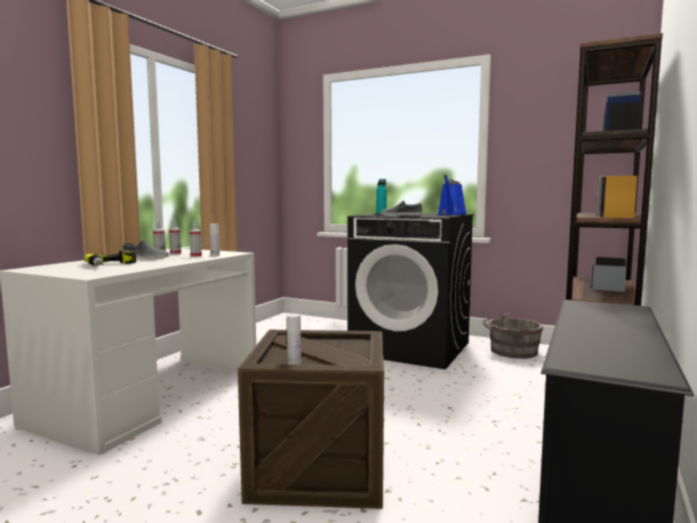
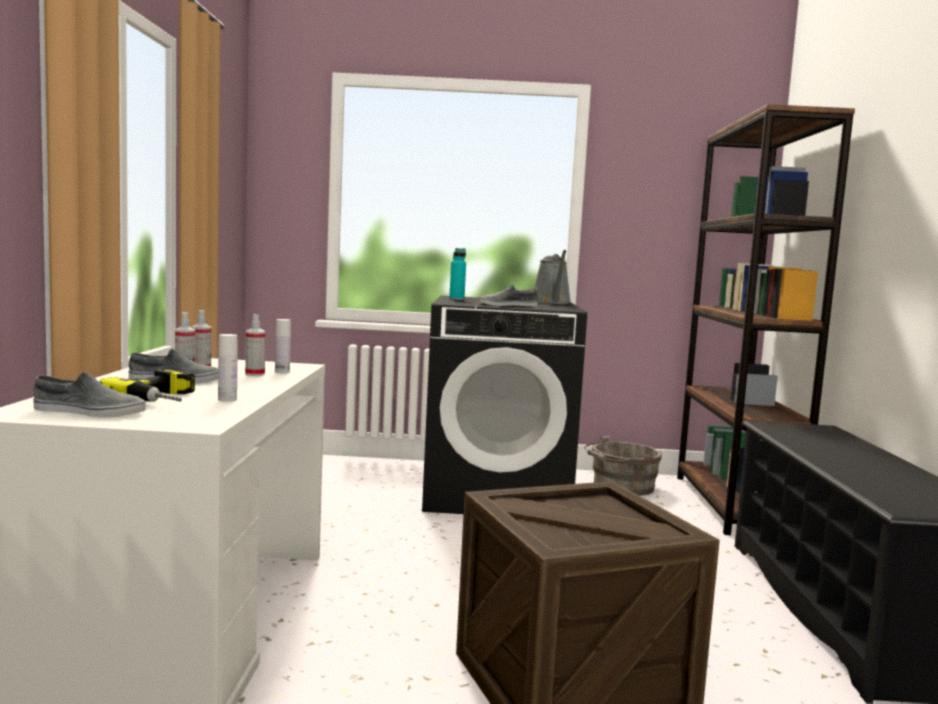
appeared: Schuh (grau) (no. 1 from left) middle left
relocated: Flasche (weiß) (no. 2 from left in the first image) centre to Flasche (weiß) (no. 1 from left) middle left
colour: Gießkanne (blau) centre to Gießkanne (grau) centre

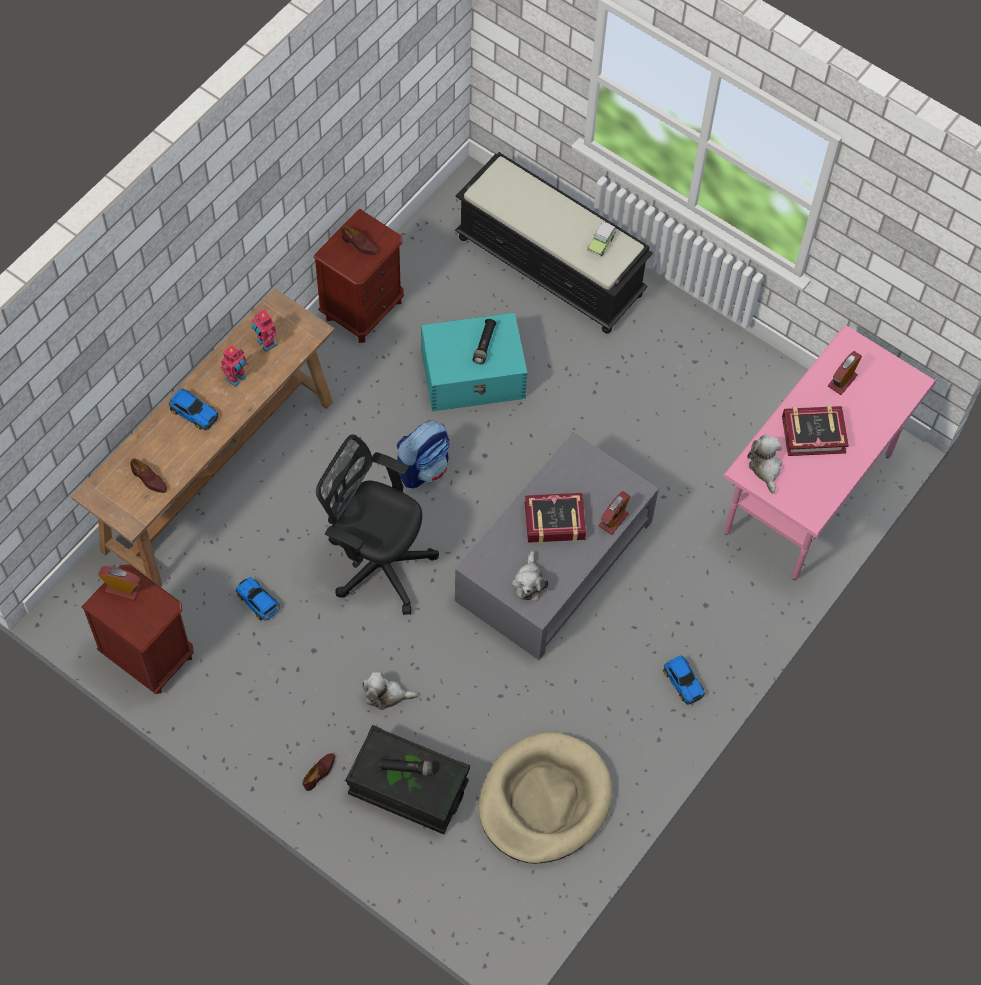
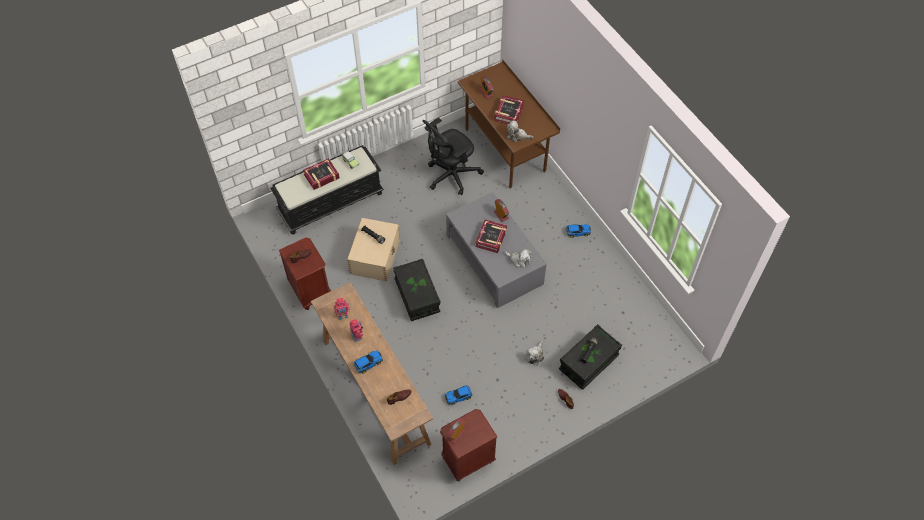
missing: Hundebett (beige) bottom centre
appeared: Buch (no. 1 from left) centre
relocated: Bürostuhl (schwarz) centre to top centre
exchanged: Rucksack centre to Aufbewahrungsbox (schwarz) (no. 1 from left) centre
colour: Aufbewahrungsbox (türkis) centre to Aufbewahrungsbox (beige) centre; Schreibtisch (rosa) middle right to Schreibtisch (braun) top centre

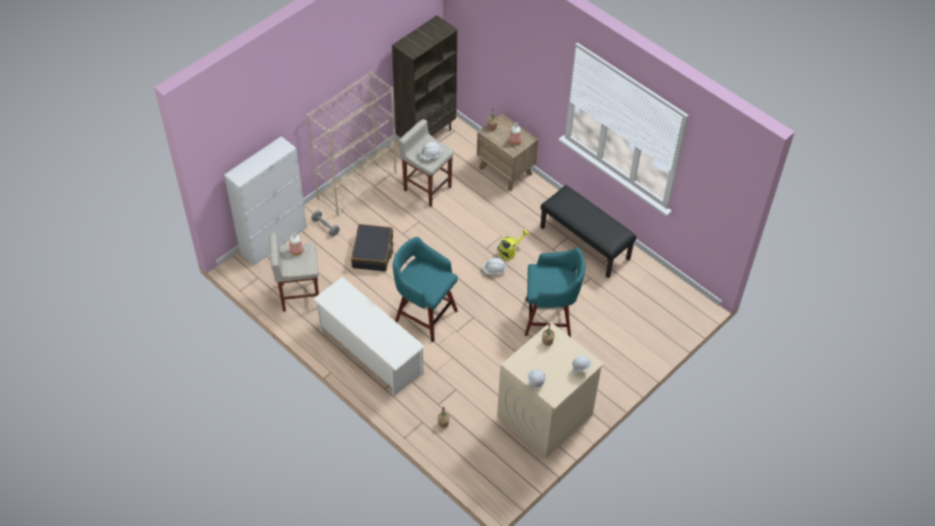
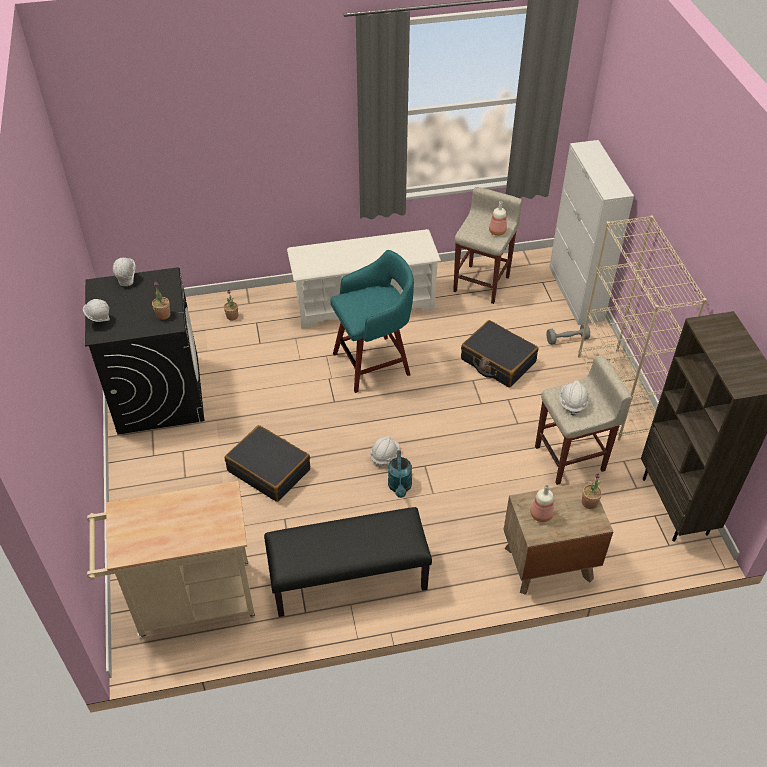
appeared: Rollwagen (beige) bottom left
exchanged: Hocker (türkis) (no. 2 from left) centre to Koffer (schwarz) (no. 1 from left) centre
colour: Gießkanne (gelb) centre to Gießkanne (türkis) centre; Waschmaschine (beige) bottom centre to Waschmaschine (schwarz) middle left

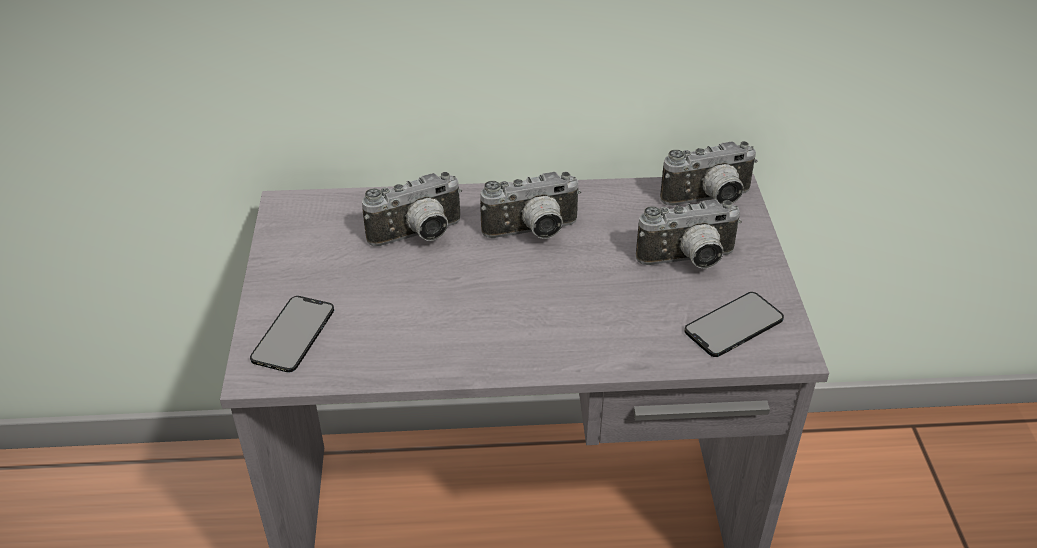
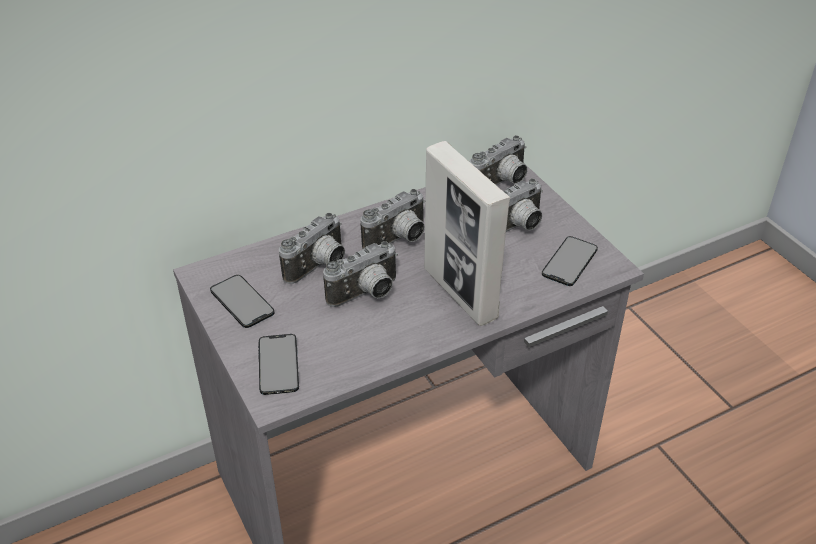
appeared: Bilderrahmen centre; Kamera (no. 2 from left) centre; Handy (no. 1 from left) middle left

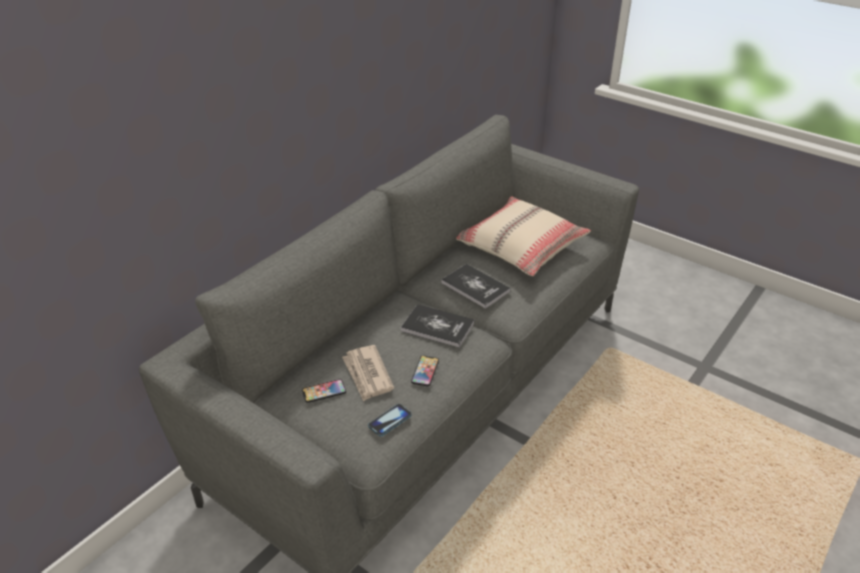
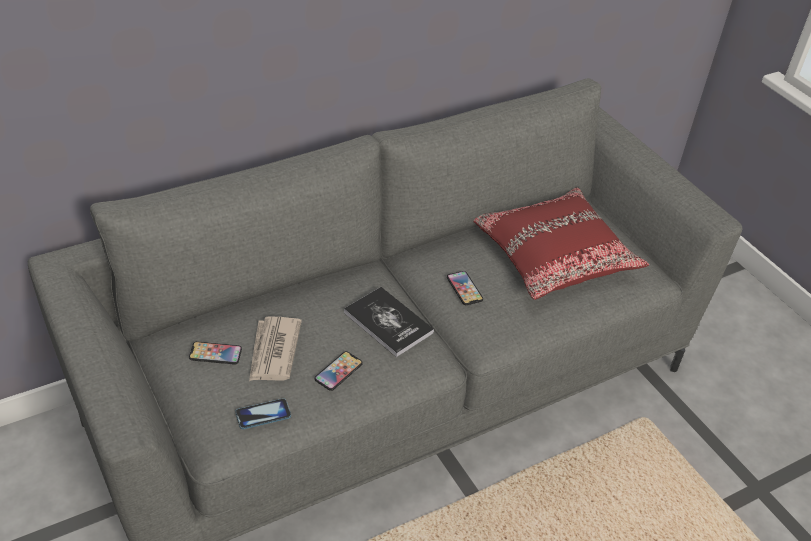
exchanged: Buch (no. 2 from left) centre to Handy (no. 4 from left) centre
colour: Kissen (beige) centre to Kissen (rot) middle right

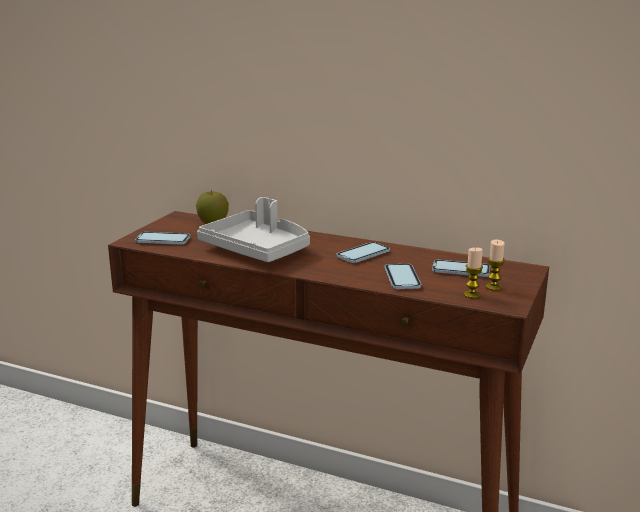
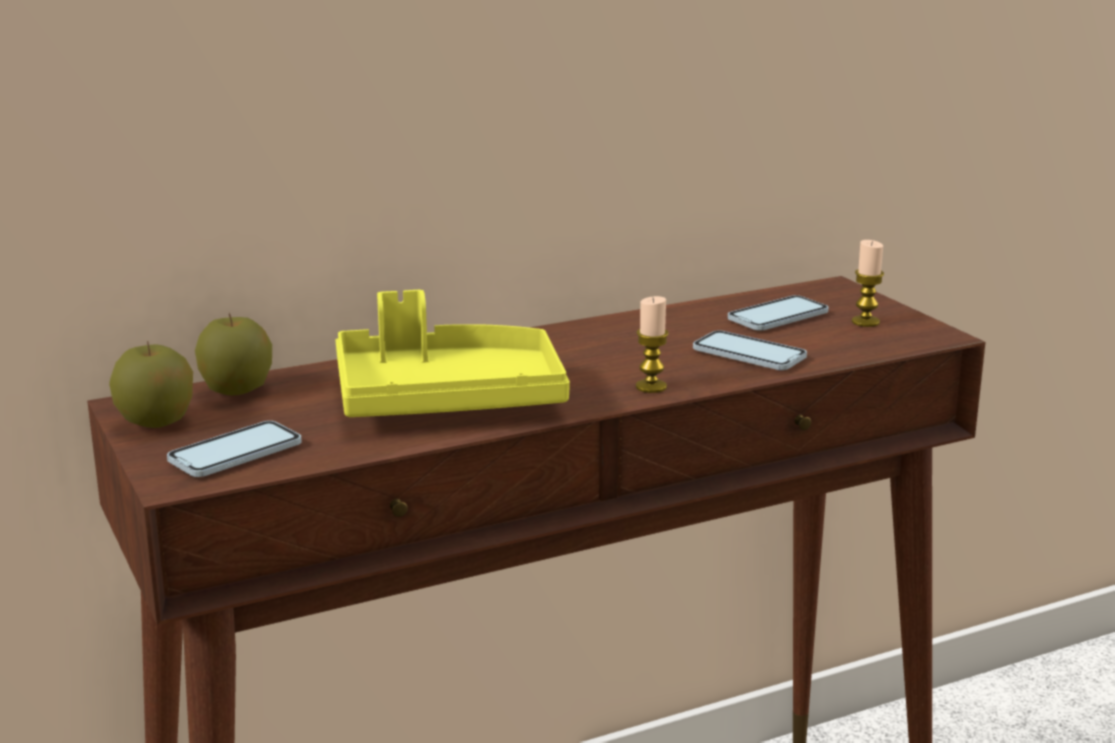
missing: Handy (no. 2 from left) centre
appeared: Apfel (no. 1 from left) middle left
relocated: Kerze (no. 1 from left) middle right to centre
colour: Tablett (grau) centre to Tablett (gelb) centre

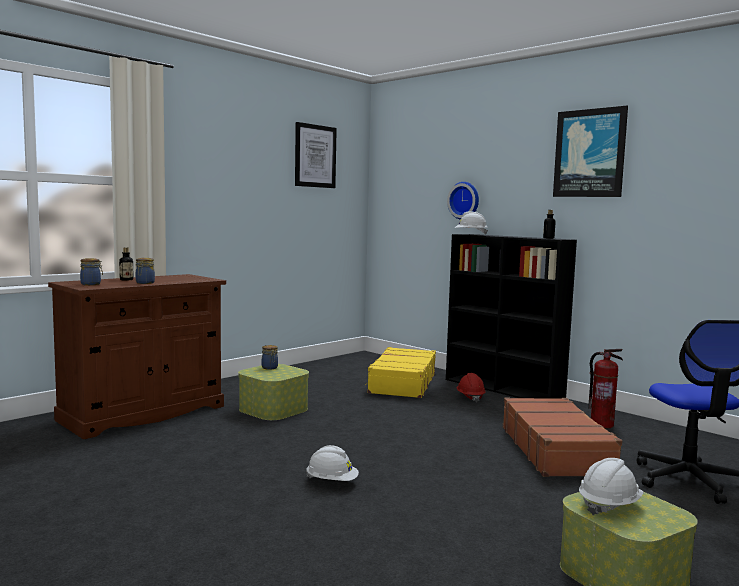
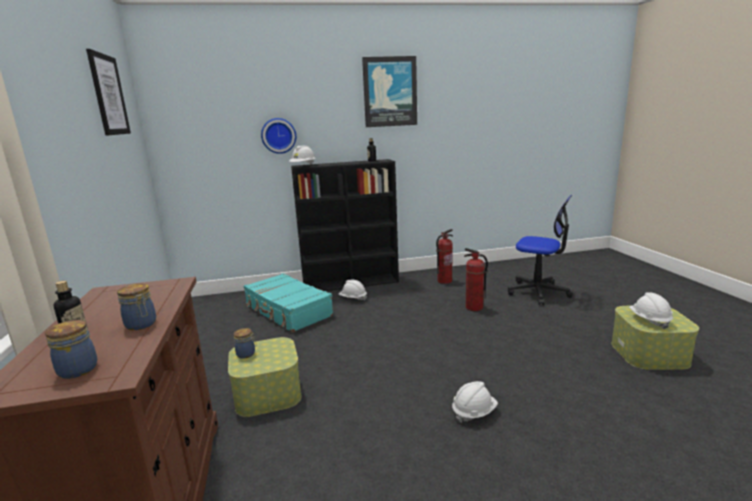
exchanged: Koffer (braun) bottom right to Feuerlöscher (no. 2 from left) centre
colour: Koffer (gelb) centre to Koffer (türkis) centre; Schutzhelm (rot) centre to Schutzhelm (weiß) (no. 2 from left) centre

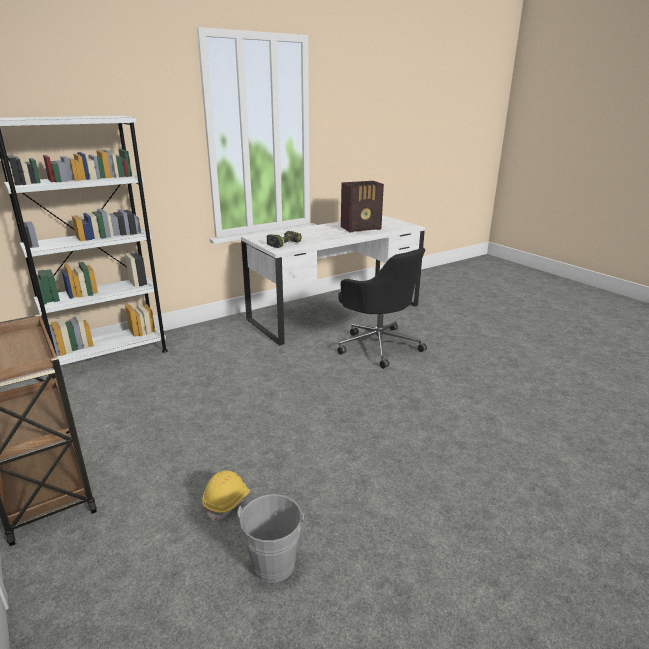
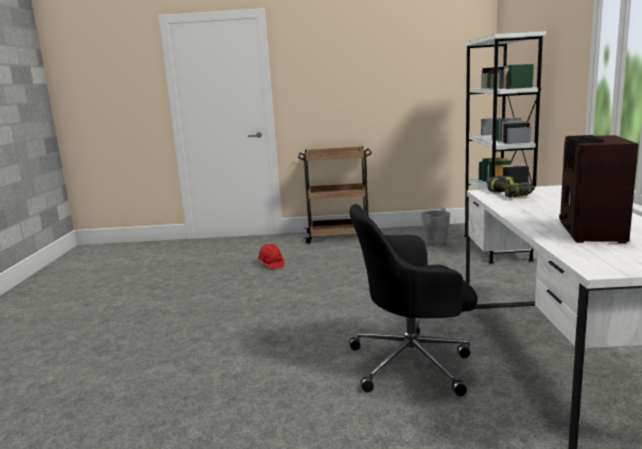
relocated: Eimer (grau) bottom centre to middle right
colour: Schutzhelm (gelb) bottom centre to Schutzhelm (rot) centre

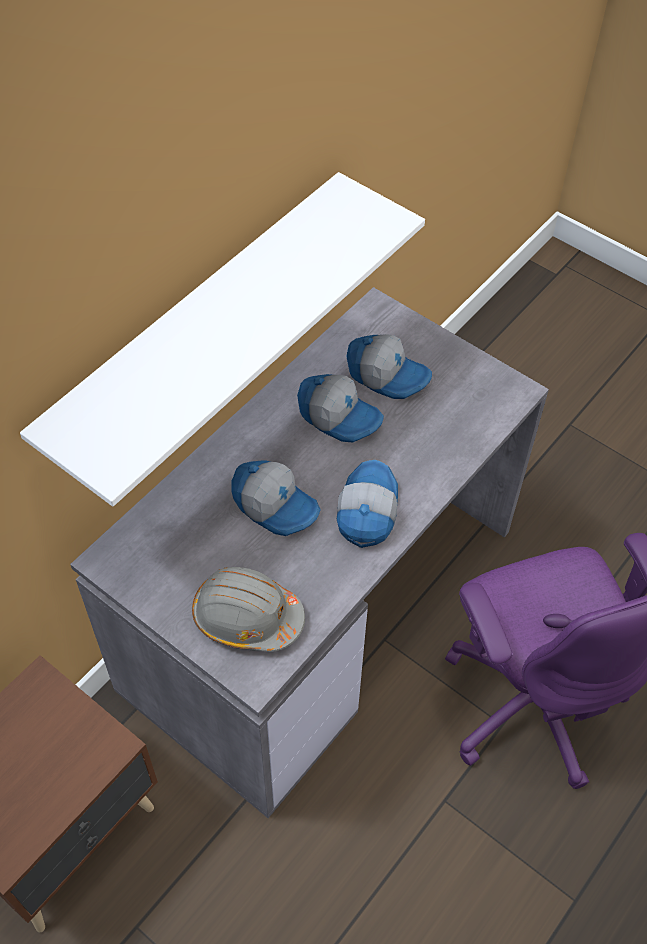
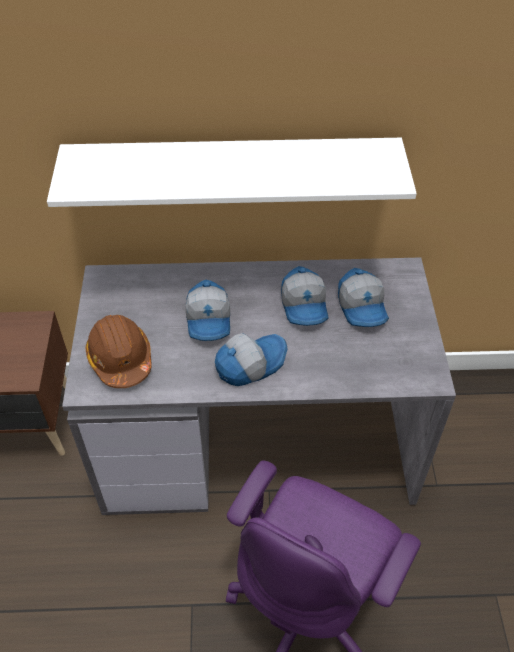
colour: Schutzhelm (grau) centre to Schutzhelm (braun) middle left

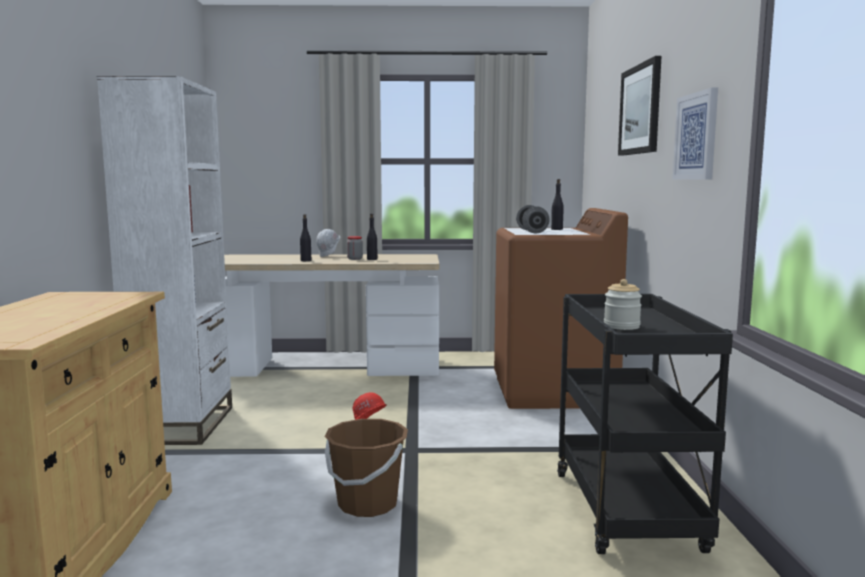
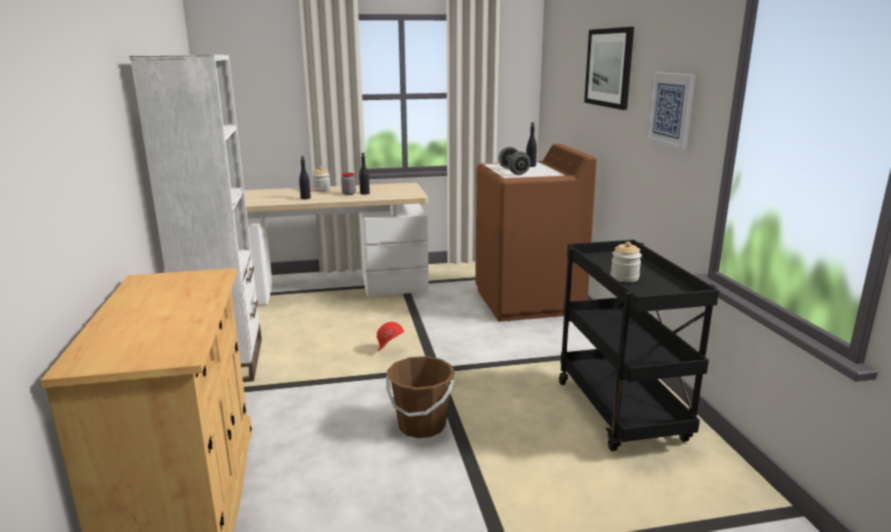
exchanged: Schutzhelm (weiß) centre to Vorratsglas (no. 1 from left) centre

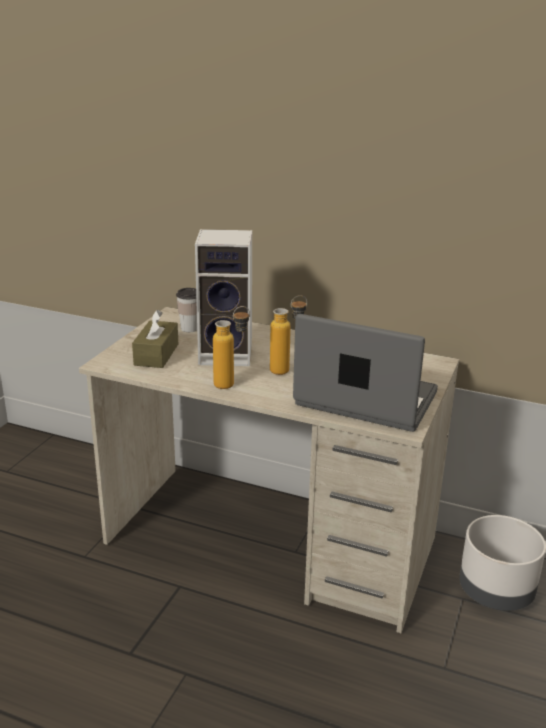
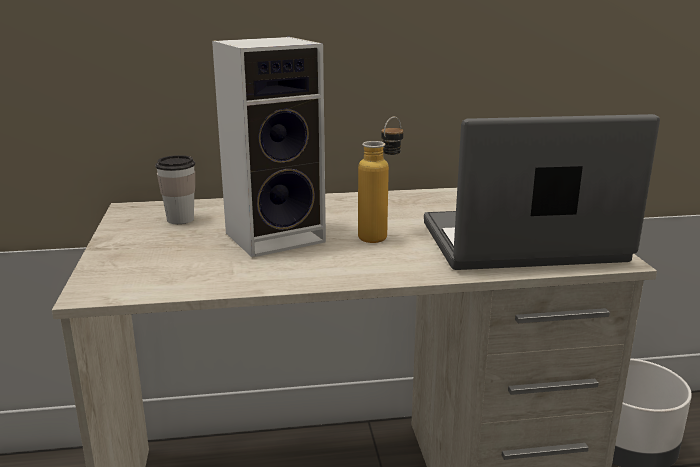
missing: Flasche (no. 1 from left) centre; Taschentuchbox (braun) middle left

